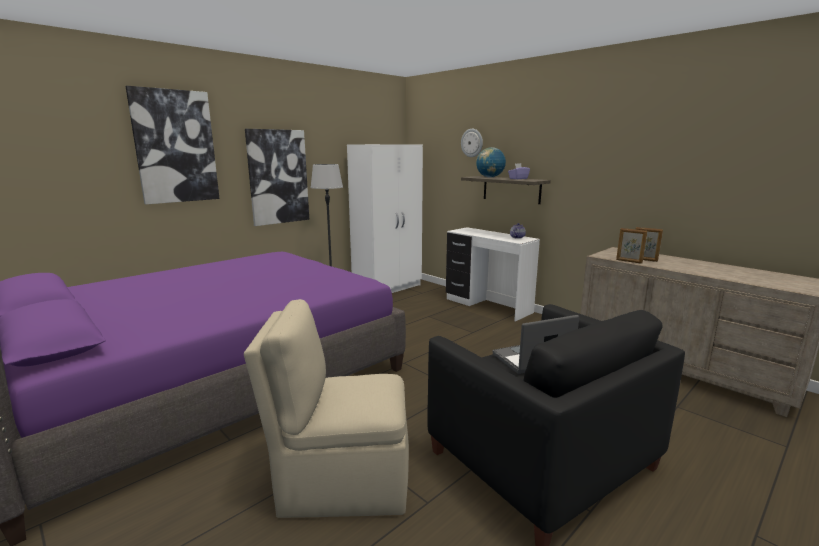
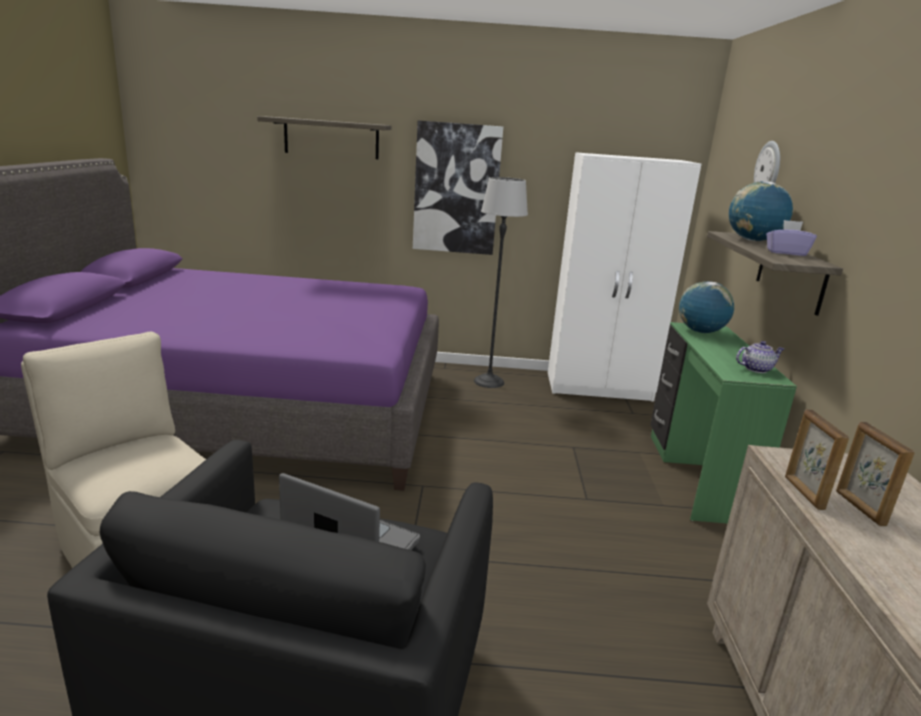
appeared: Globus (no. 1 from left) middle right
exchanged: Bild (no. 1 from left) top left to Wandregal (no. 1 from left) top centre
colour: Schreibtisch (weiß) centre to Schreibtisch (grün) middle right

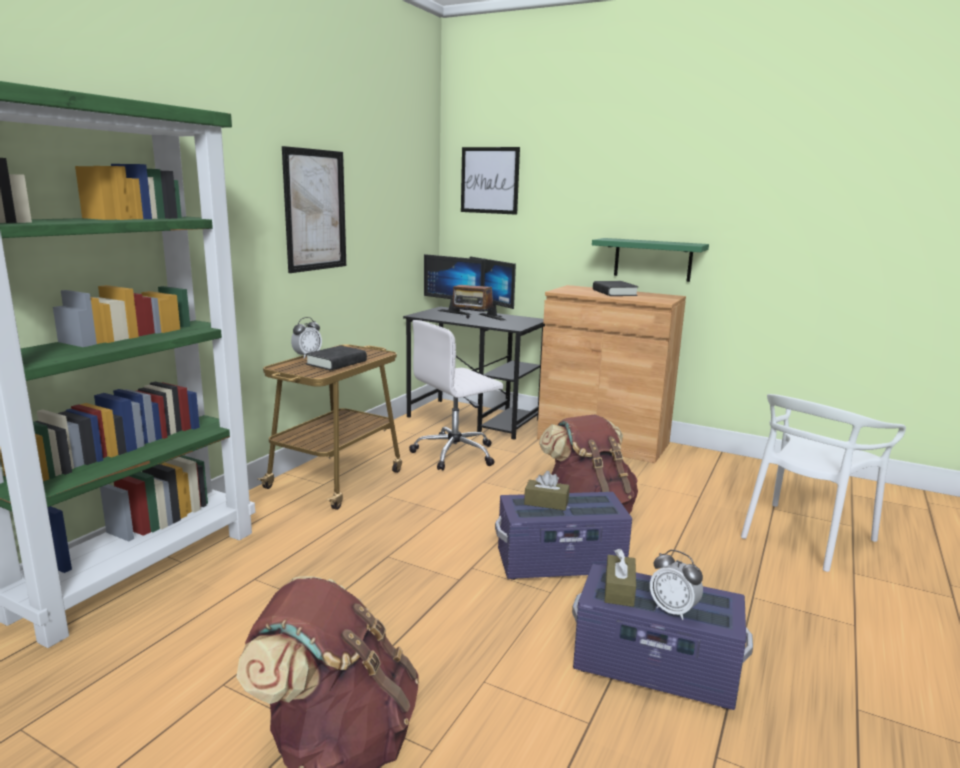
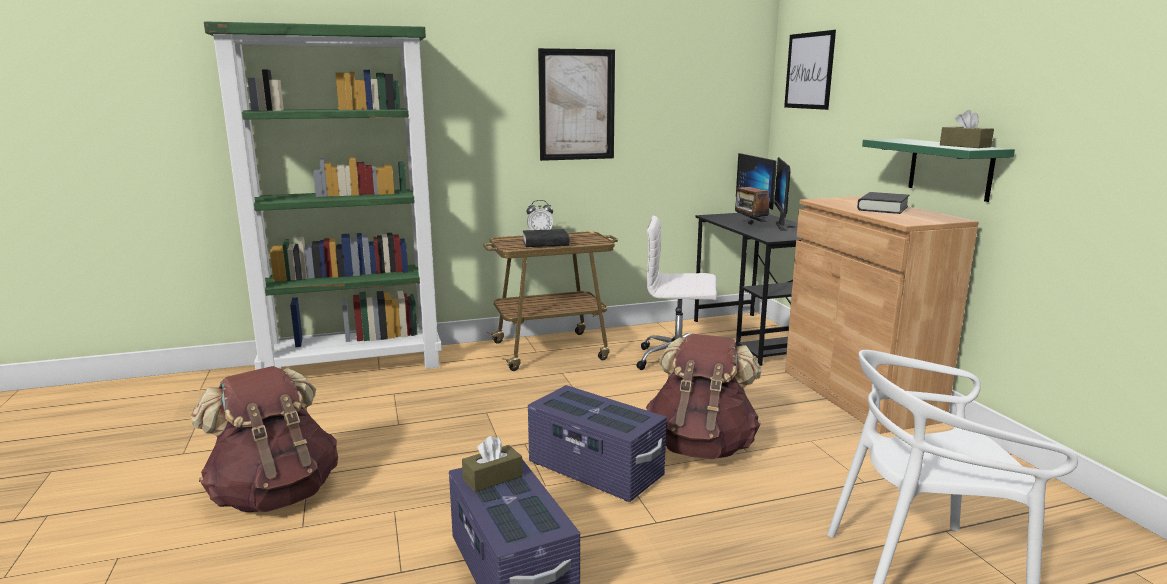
missing: Wecker (no. 2 from left) bottom right
relocated: Taschentuchbox (braun) (no. 1 from left in the first image) centre to Taschentuchbox (braun) (no. 2 from left) top right

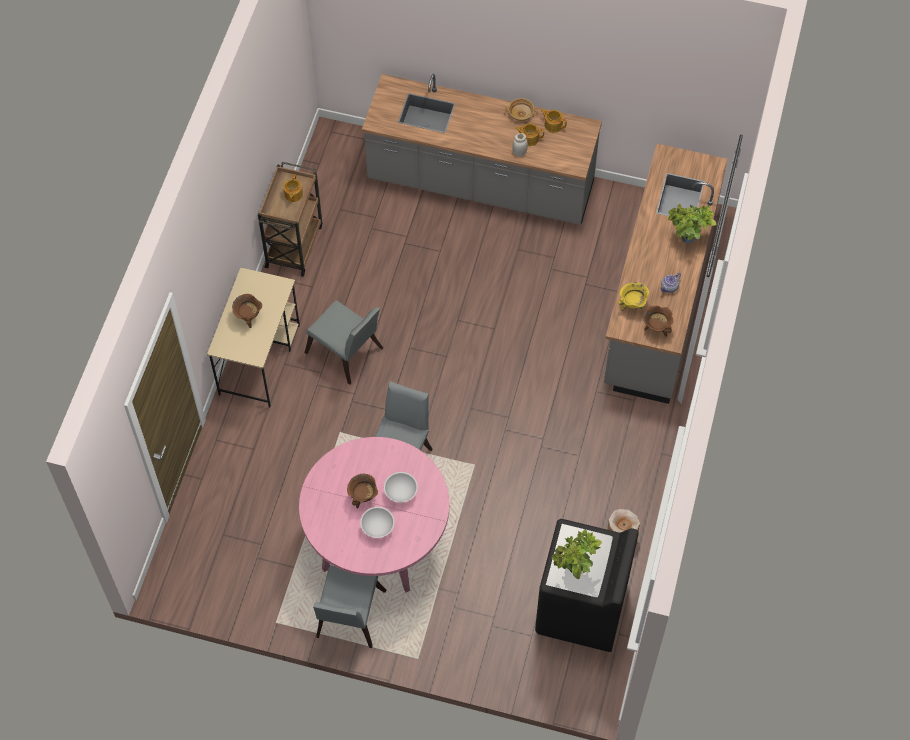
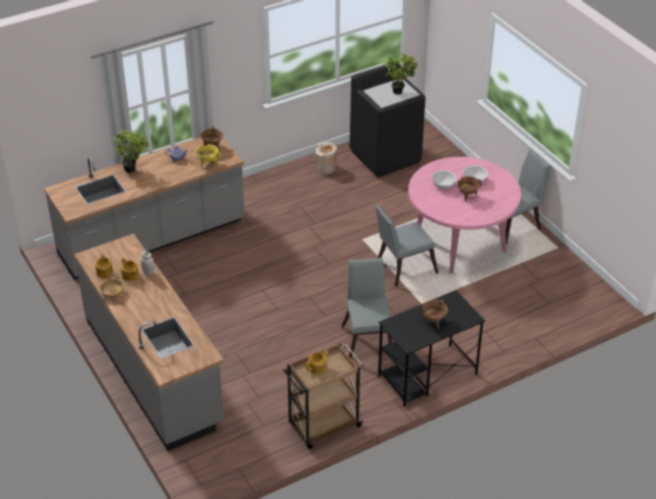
colour: Schreibtisch (beige) middle left to Schreibtisch (schwarz) bottom centre

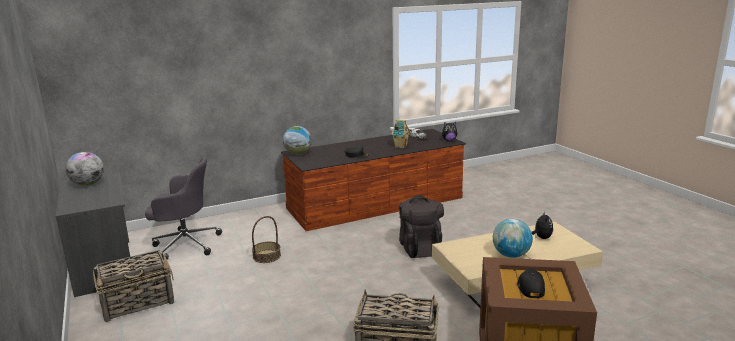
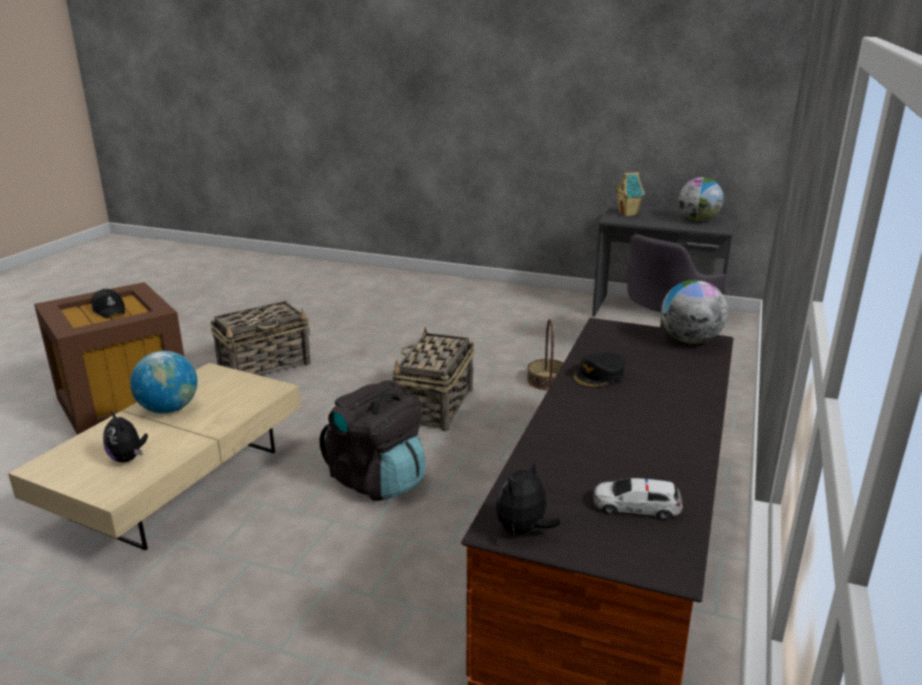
relocated: Spielzeughaus centre to top right; Korb (no. 1 from left in the first image) bottom left to Korb (no. 2 from left) centre

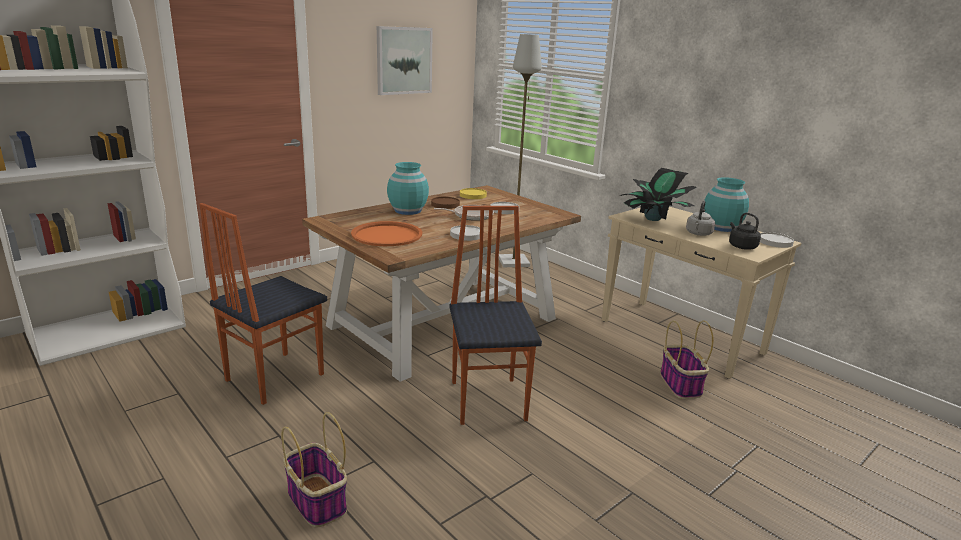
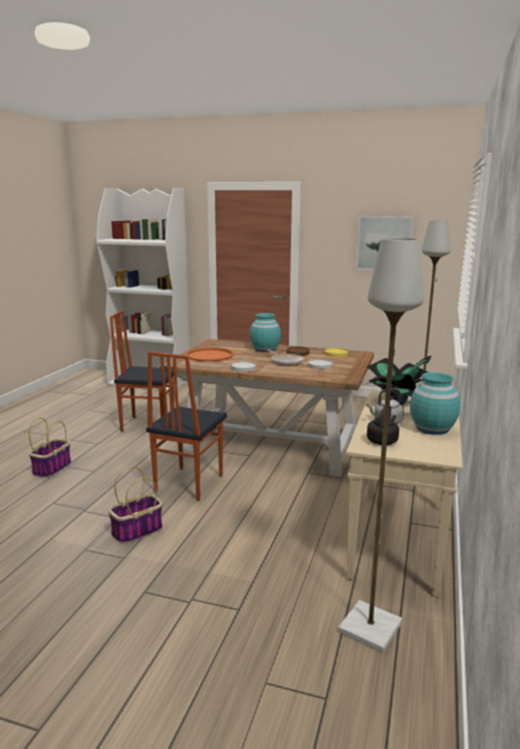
missing: Teller (weiß) (no. 3 from left) middle right
appeared: Stehlampe (grau) (no. 1 from left) middle right
relocated: Korb (no. 2 from left) bottom right to bottom left
spun: Stuhl (no. 2 from left) centre = centre 150 degrees clockwise

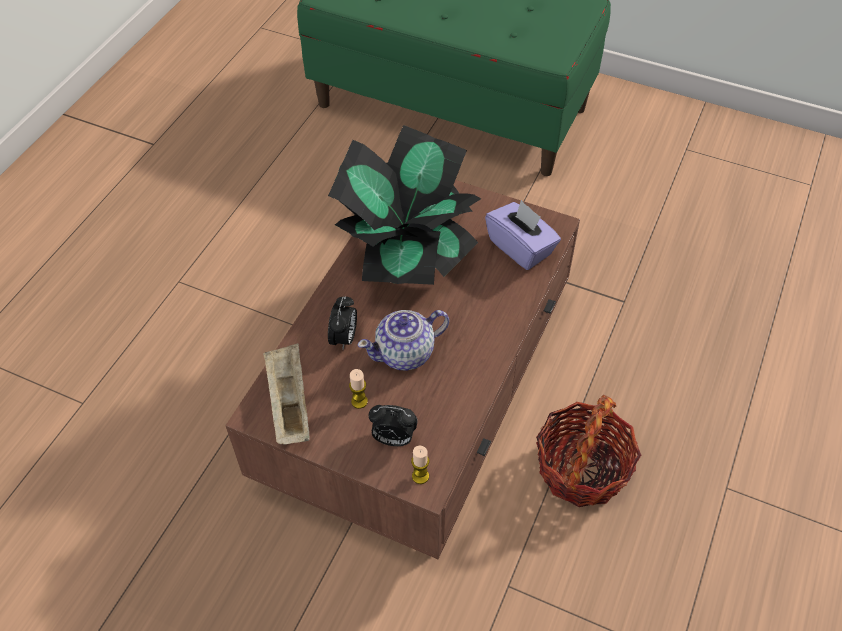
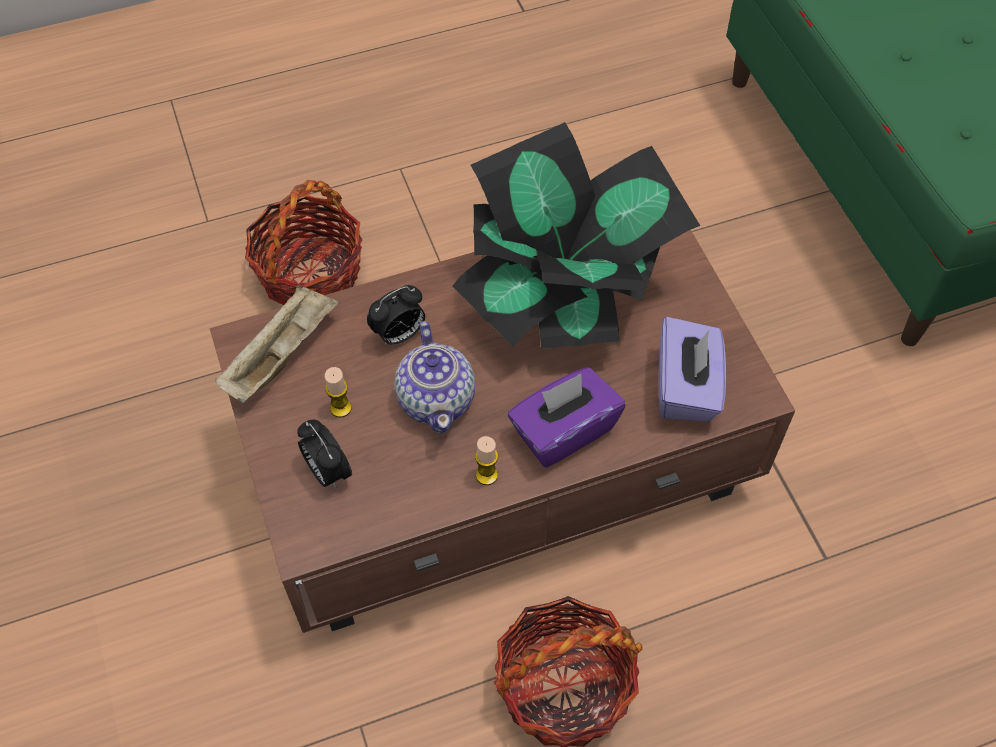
appeared: Korb (no. 1 from left) top left; Taschentuchbox (lila) (no. 1 from left) centre
relocated: Kerze (no. 2 from left) bottom centre to centre
spun: Teekanne centre = centre 120 degrees counterclockwise

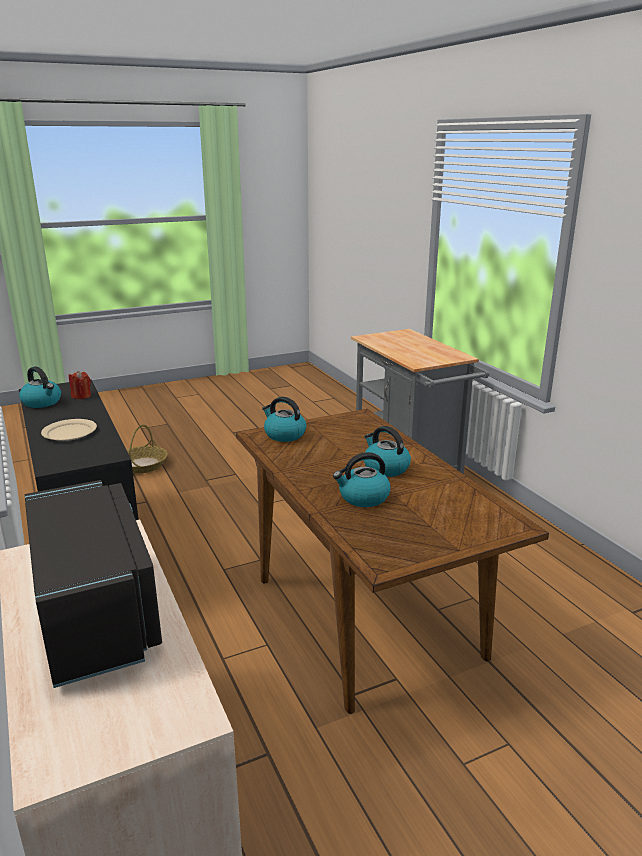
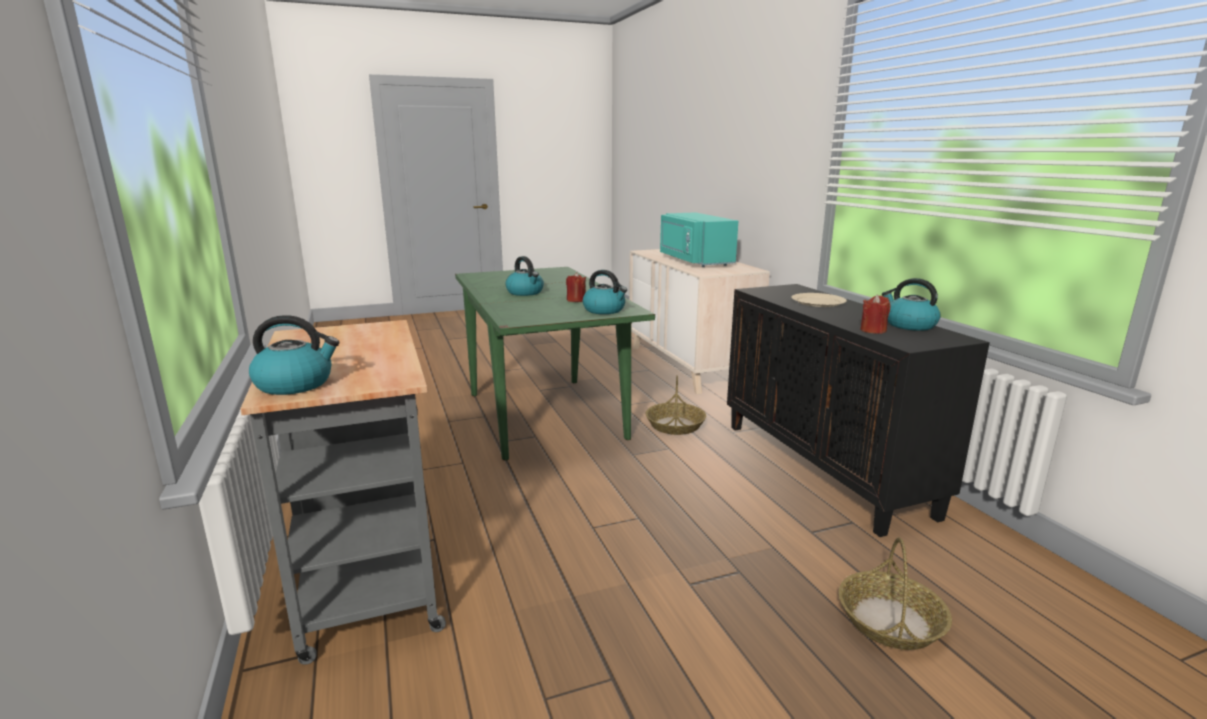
appeared: Kerze (rot) (no. 1 from left) centre; Korb (no. 1 from left) centre
relocated: Wasserkessel (no. 3 from left in the first image) centre to Wasserkessel (no. 1 from left) middle left
colour: Esstisch (braun) centre to Esstisch (grün) centre; Mikrowelle (schwarz) bottom left to Mikrowelle (türkis) top centre

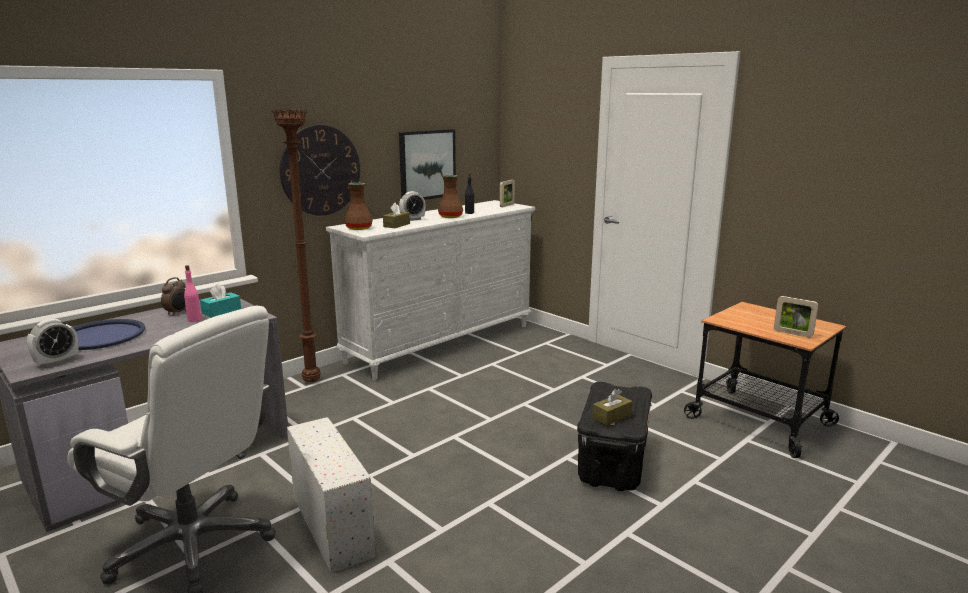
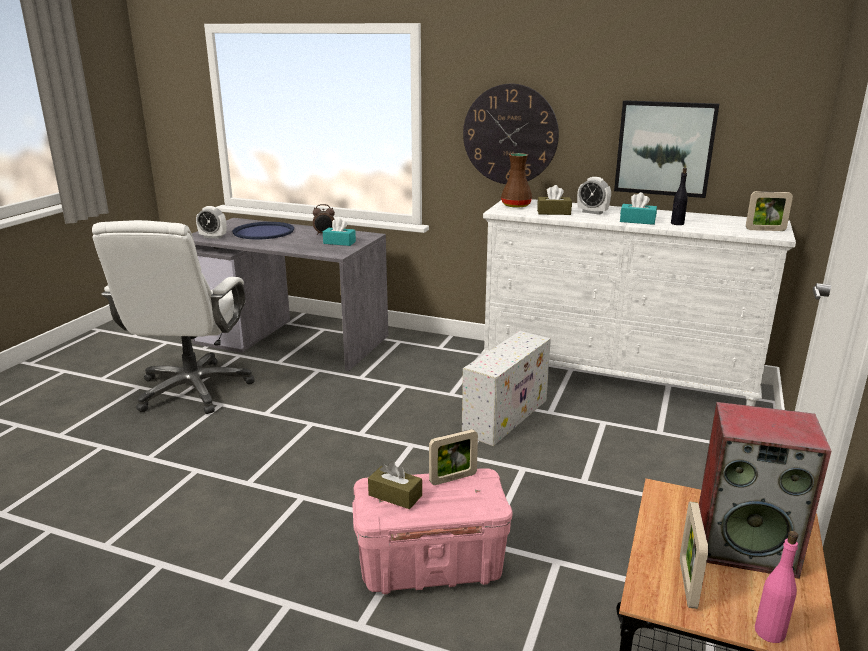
missing: Stehlampe (braun) middle left
appeared: Lautsprecher bottom right; Bilderrahmen (no. 1 from left) bottom centre
relocated: Flasche (rosa) middle left to bottom right; Aufbewahrungsbox (weiß) bottom centre to centre
exchanged: Vase (braun) (no. 2 from left) top centre to Taschentuchbox (türkis) (no. 2 from left) top right
colour: Aufbewahrungsbox (schwarz) bottom centre to Aufbewahrungsbox (rosa) bottom centre

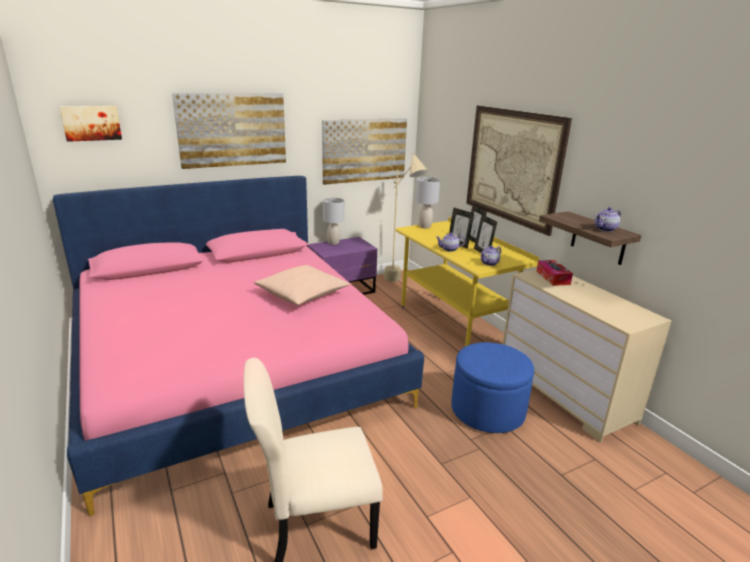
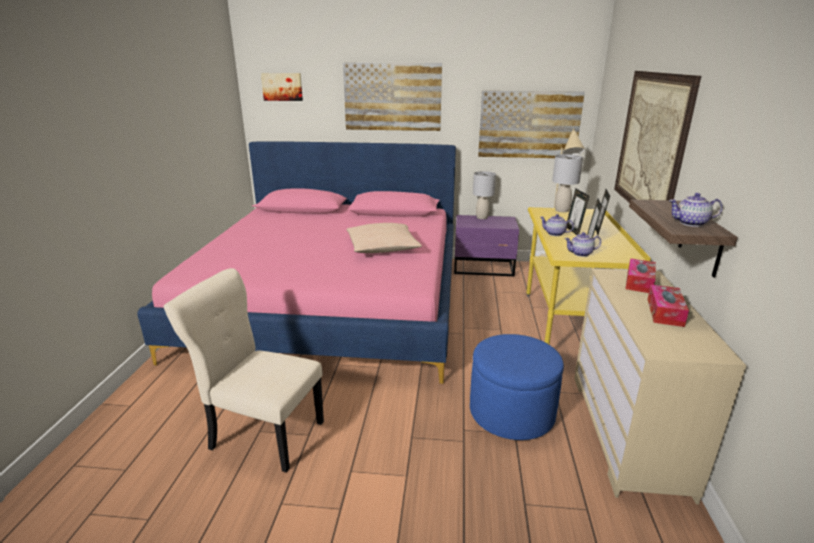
appeared: Taschentuchbox (no. 2 from left) middle right

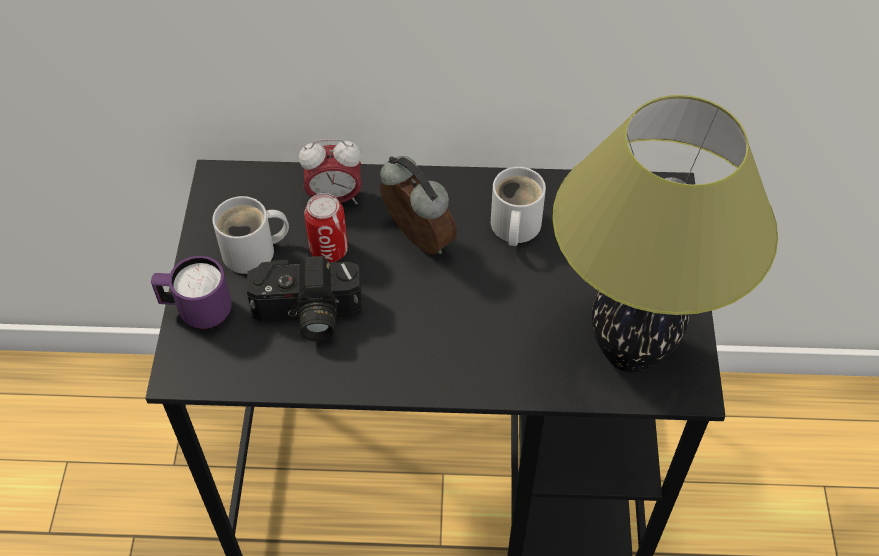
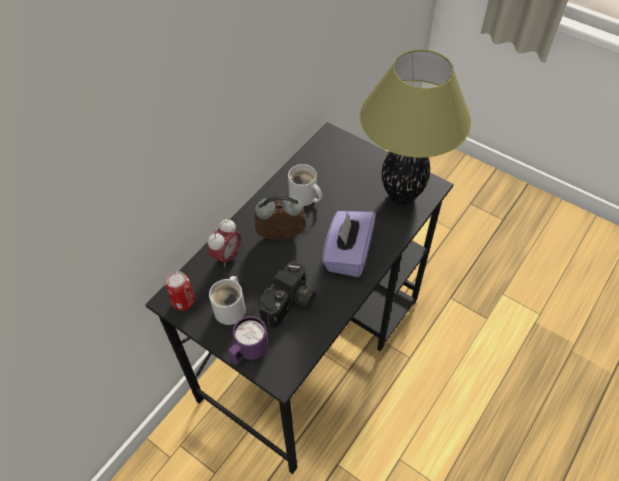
appeared: Taschentuchbox (lila) centre
relocated: Dose centre to middle left

